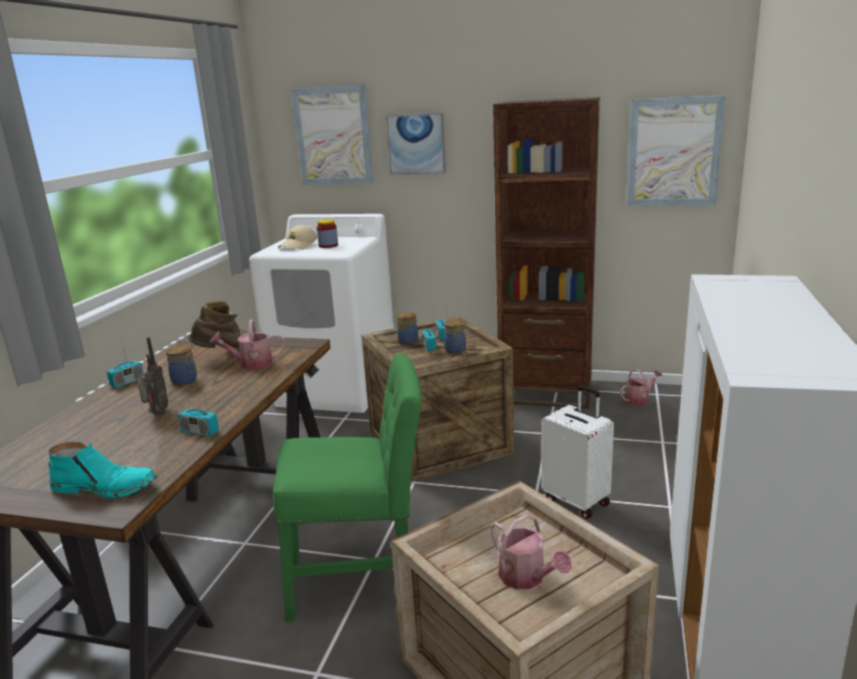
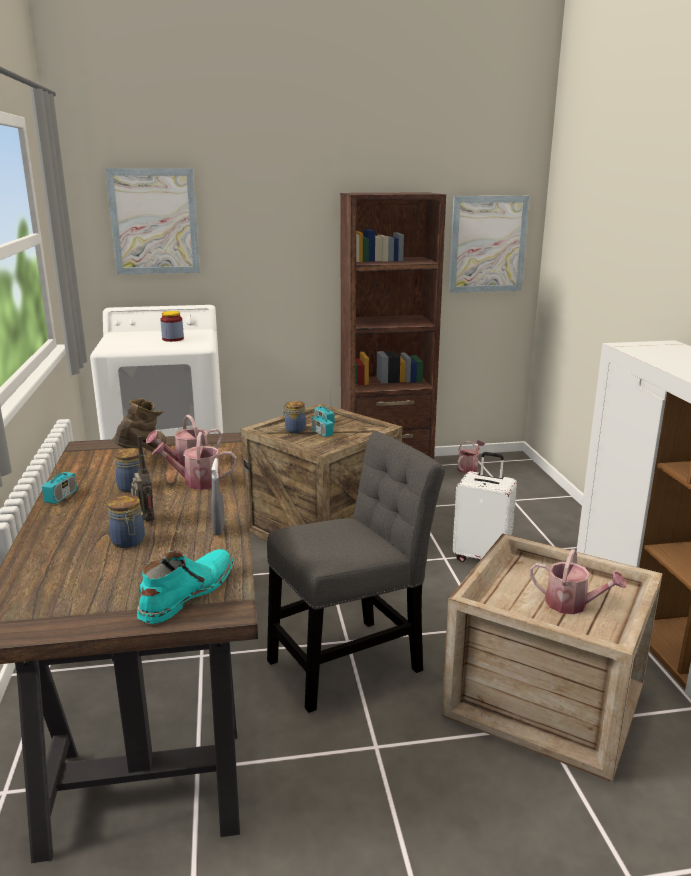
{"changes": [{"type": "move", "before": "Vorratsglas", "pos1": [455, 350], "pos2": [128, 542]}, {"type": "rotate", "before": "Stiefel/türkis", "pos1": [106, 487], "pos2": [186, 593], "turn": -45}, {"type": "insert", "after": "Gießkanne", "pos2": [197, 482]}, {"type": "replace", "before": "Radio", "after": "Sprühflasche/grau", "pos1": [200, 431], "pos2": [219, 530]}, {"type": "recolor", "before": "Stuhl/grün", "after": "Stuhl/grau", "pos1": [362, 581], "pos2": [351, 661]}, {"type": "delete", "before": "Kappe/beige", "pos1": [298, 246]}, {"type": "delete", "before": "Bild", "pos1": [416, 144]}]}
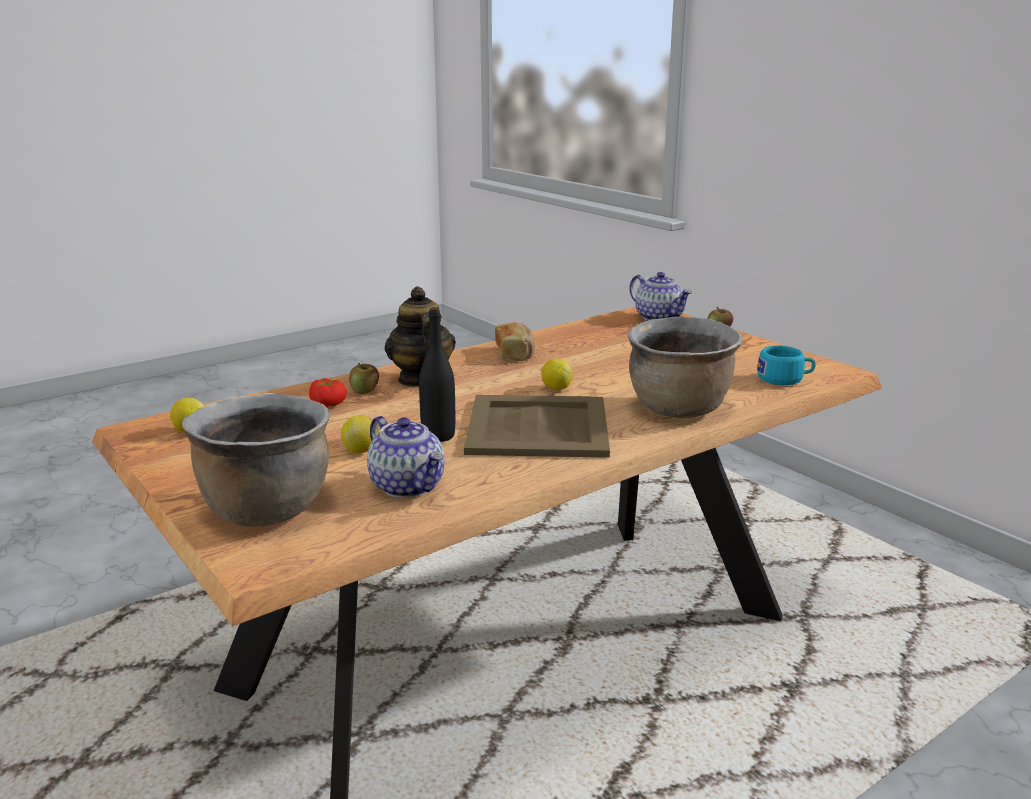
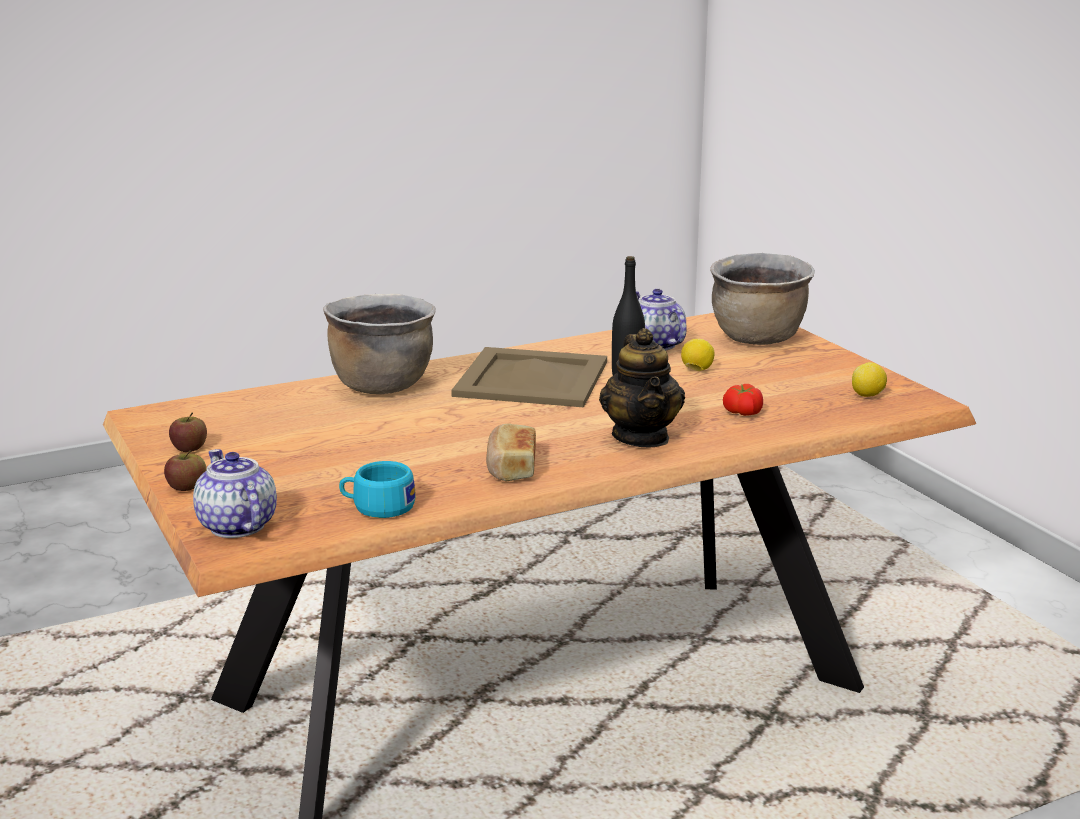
{"changes": [{"type": "move", "before": "Apfel", "pos1": [364, 391], "pos2": [189, 448]}, {"type": "move", "before": "Tasse/türkis", "pos1": [785, 379], "pos2": [377, 507]}, {"type": "delete", "before": "Zitrone", "pos1": [556, 388]}]}
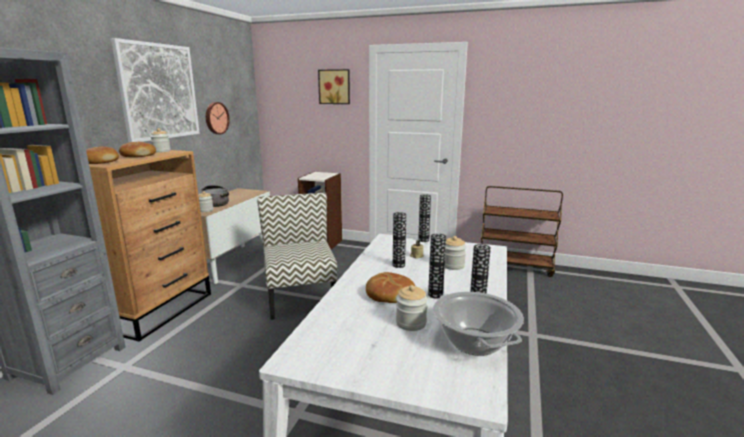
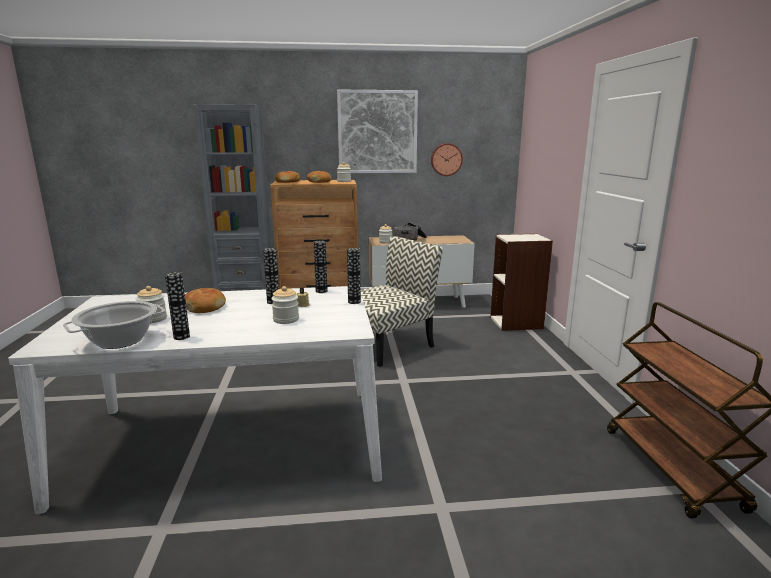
{"changes": [{"type": "move", "before": "Vase", "pos1": [435, 295], "pos2": [321, 291]}, {"type": "delete", "before": "Bild", "pos1": [335, 87]}]}
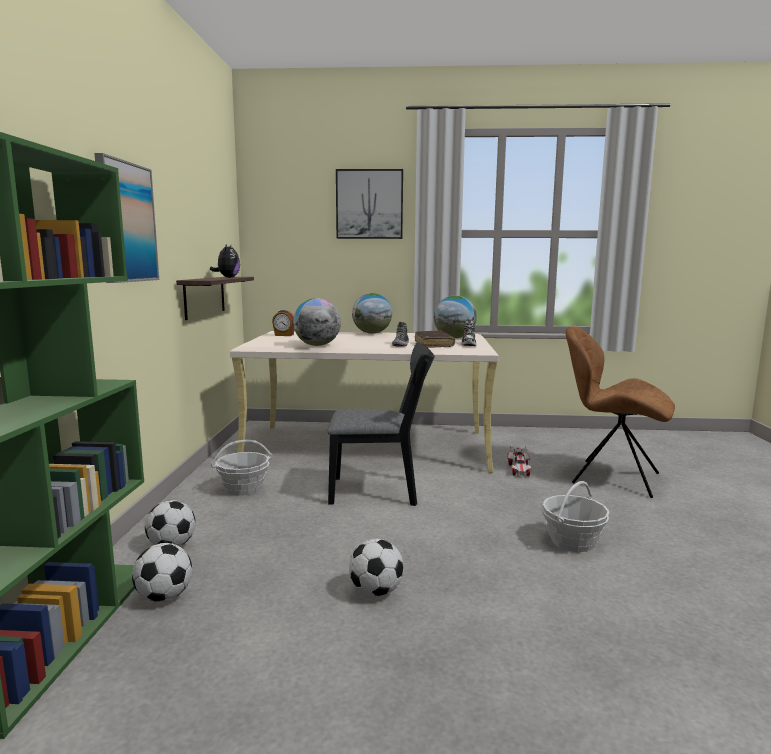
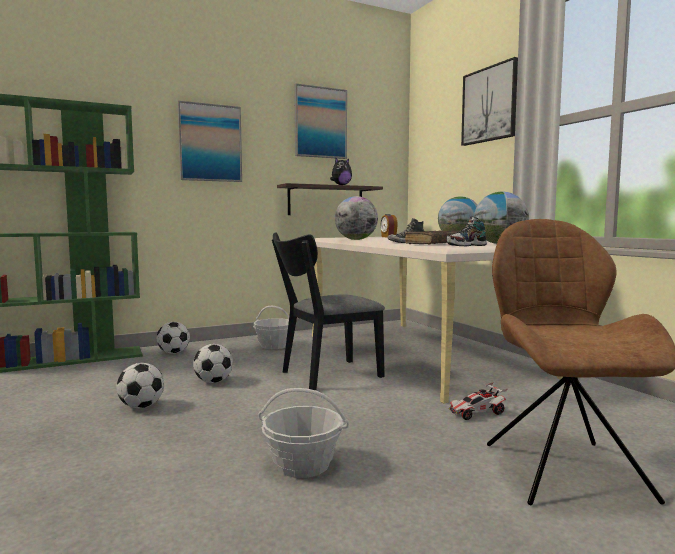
{"changes": [{"type": "move", "before": "Fußball", "pos1": [164, 597], "pos2": [214, 382]}, {"type": "rotate", "before": "Stuhl/schwarz", "pos1": [381, 491], "pos2": [325, 375], "turn": 90}, {"type": "insert", "after": "Bild", "pos2": [320, 122]}]}
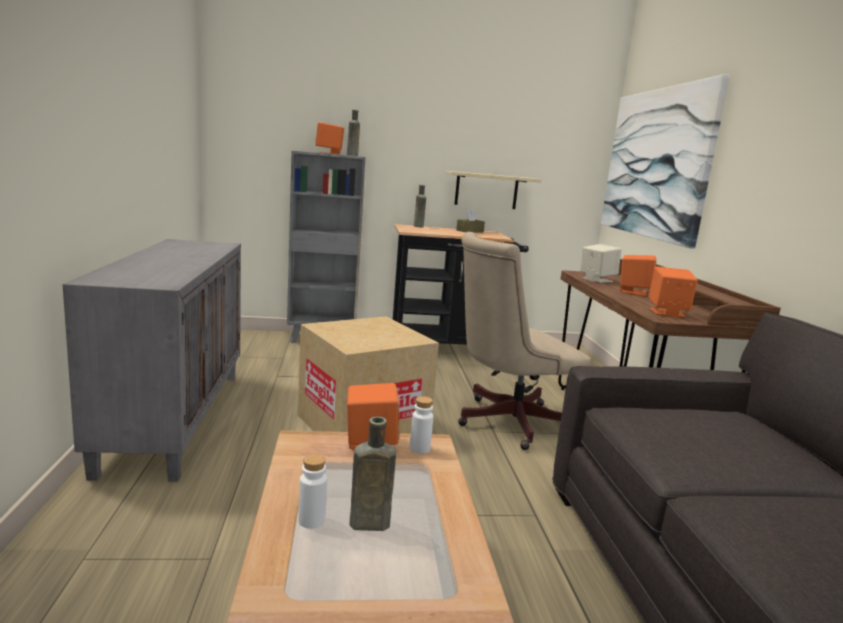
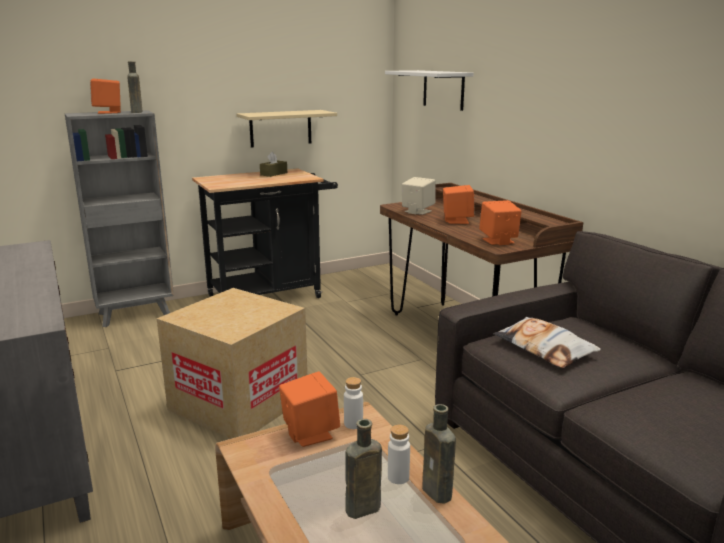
{"changes": [{"type": "replace", "before": "Bild", "after": "Wandregal/weiß", "pos1": [656, 163], "pos2": [443, 89]}, {"type": "move", "before": "Flasche/weiß", "pos1": [311, 520], "pos2": [398, 477]}, {"type": "move", "before": "Flasche/braun", "pos1": [418, 226], "pos2": [438, 493]}, {"type": "insert", "after": "Kissen", "pos2": [544, 348]}, {"type": "delete", "before": "Bürostuhl/beige", "pos1": [506, 422]}]}
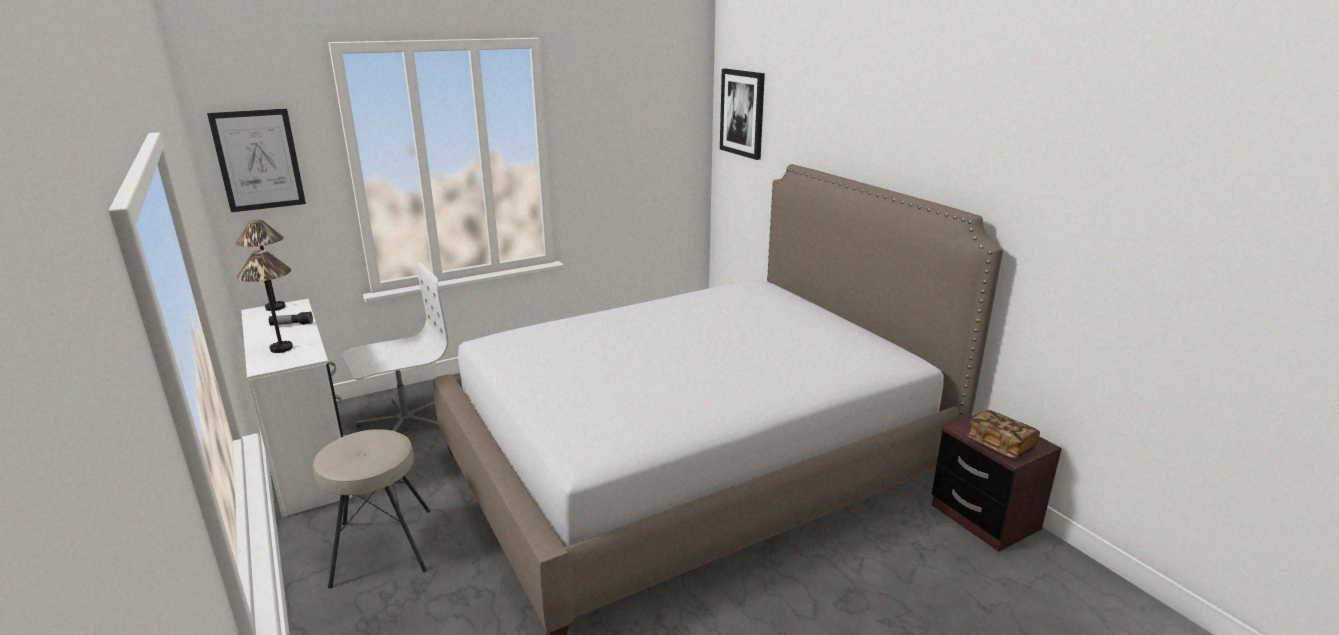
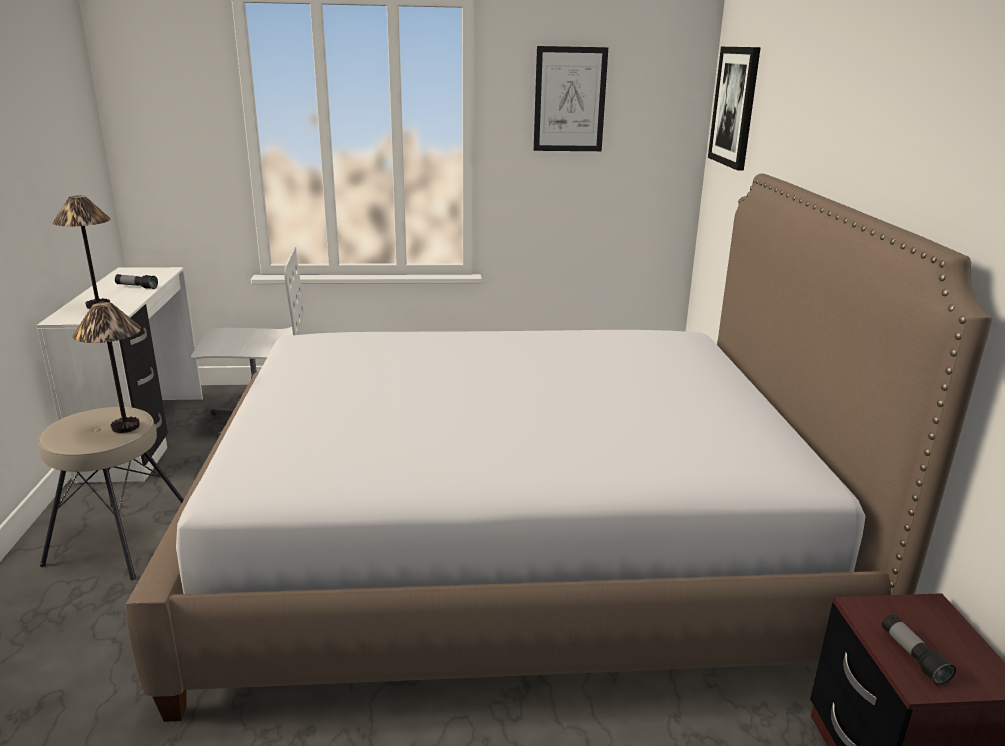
{"changes": [{"type": "move", "before": "Tischlampe", "pos1": [275, 307], "pos2": [125, 427]}, {"type": "move", "before": "Bild", "pos1": [258, 160], "pos2": [569, 100]}, {"type": "replace", "before": "Buch", "after": "Taschenlampe", "pos1": [1000, 445], "pos2": [913, 657]}]}
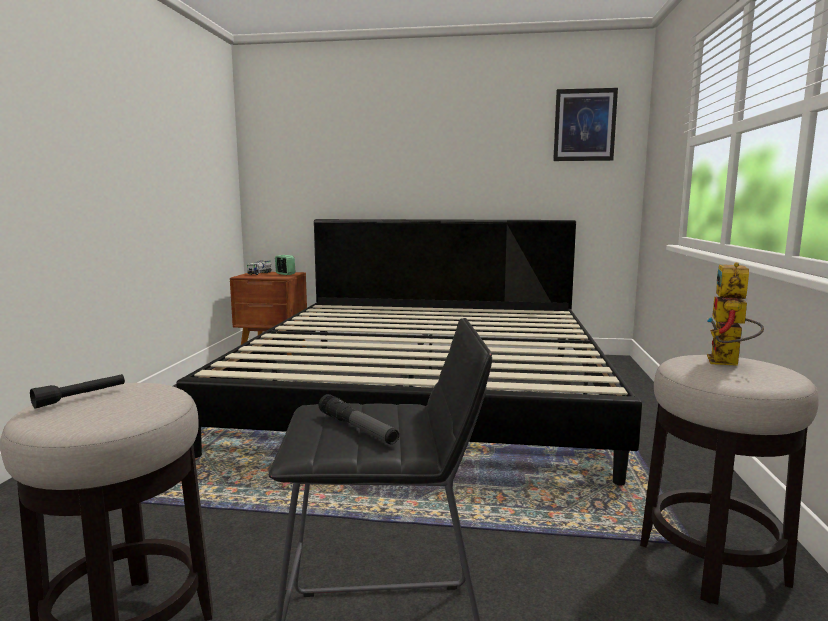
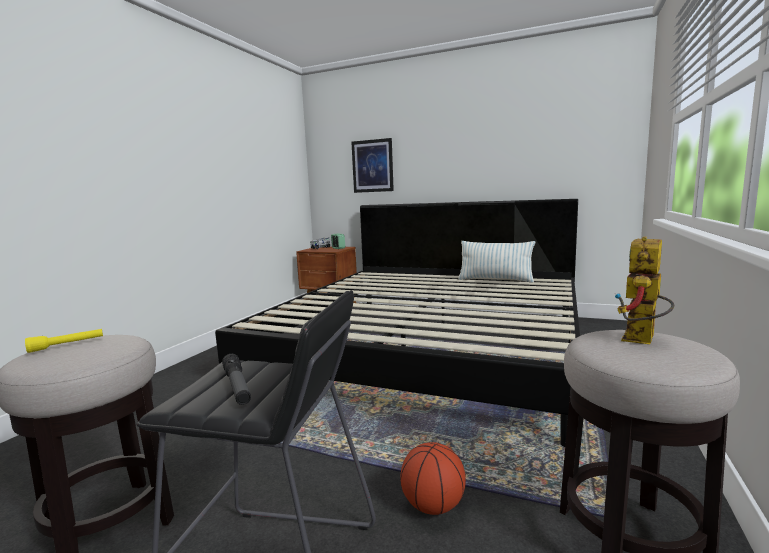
{"changes": [{"type": "recolor", "before": "Taschenlampe/schwarz", "after": "Taschenlampe/gelb", "pos1": [81, 397], "pos2": [67, 345]}, {"type": "move", "before": "Bild", "pos1": [584, 125], "pos2": [372, 166]}, {"type": "insert", "after": "Basketball", "pos2": [433, 506]}, {"type": "insert", "after": "Kissen", "pos2": [495, 280]}]}
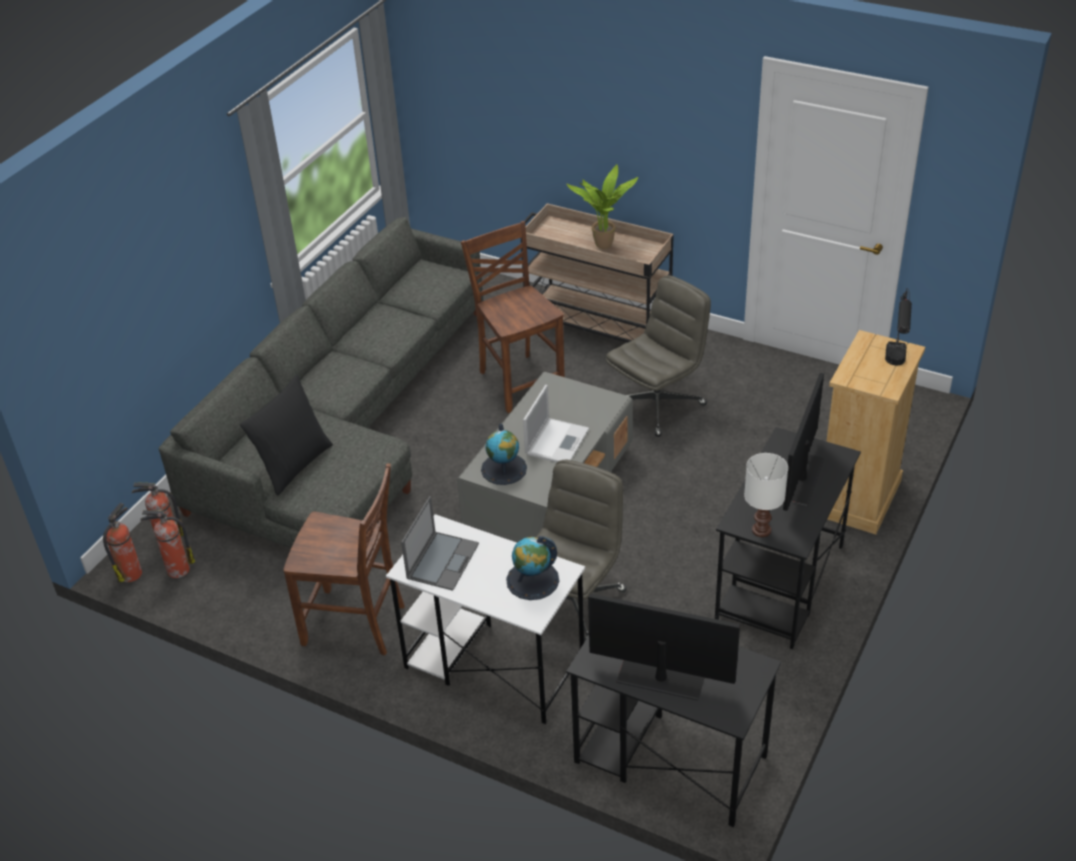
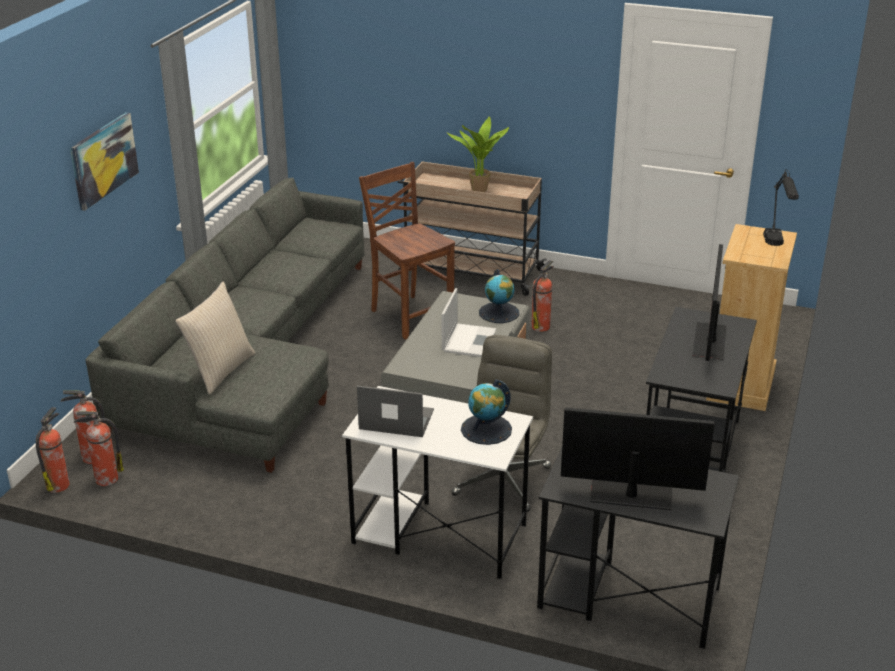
{"changes": [{"type": "insert", "after": "Bild", "pos2": [103, 160]}, {"type": "recolor", "before": "Kissen/schwarz", "after": "Kissen/beige", "pos1": [293, 465], "pos2": [220, 370]}, {"type": "rotate", "before": "Laptop", "pos1": [443, 560], "pos2": [395, 419], "turn": -90}, {"type": "move", "before": "Globus", "pos1": [504, 469], "pos2": [499, 312]}, {"type": "replace", "before": "Bürostuhl/grau", "after": "Feuerlöscher", "pos1": [657, 404], "pos2": [541, 326]}, {"type": "delete", "before": "Stuhl/braun", "pos1": [356, 624]}, {"type": "delete", "before": "Tischlampe/weiß", "pos1": [761, 530]}]}
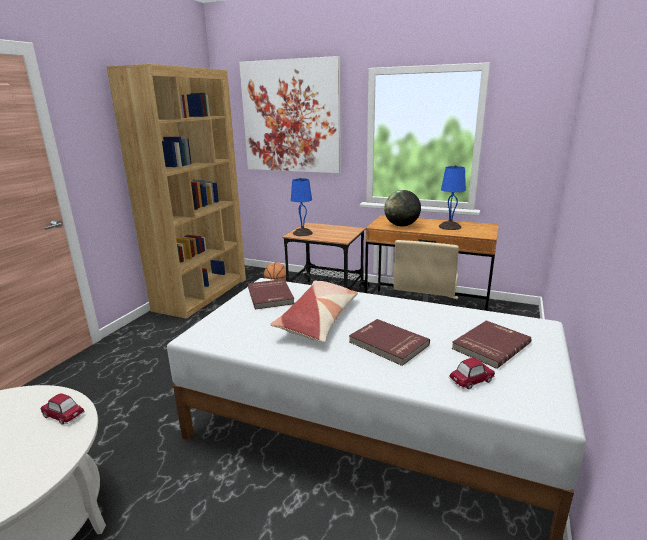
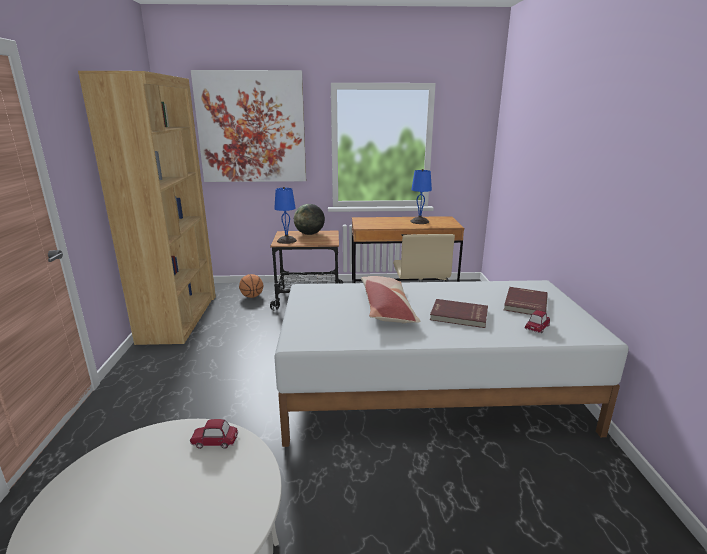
{"changes": [{"type": "move", "before": "Globus", "pos1": [401, 225], "pos2": [309, 234]}, {"type": "delete", "before": "Buch/rot", "pos1": [271, 296]}]}
